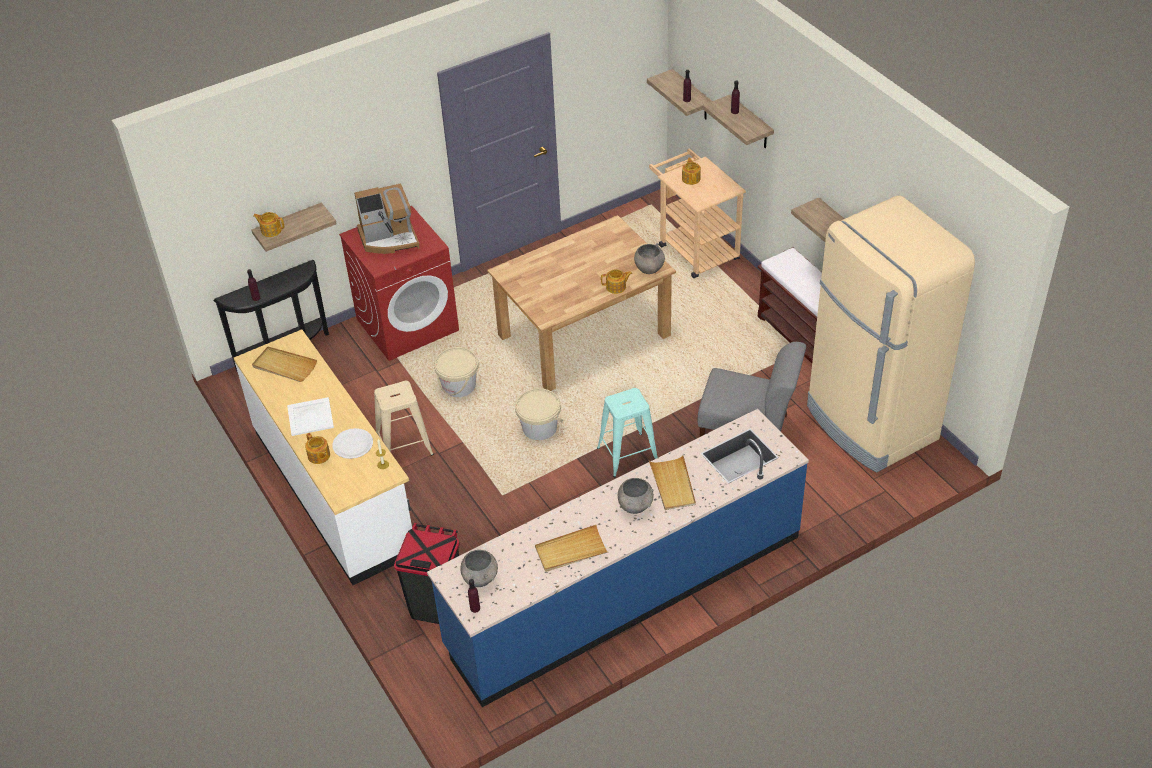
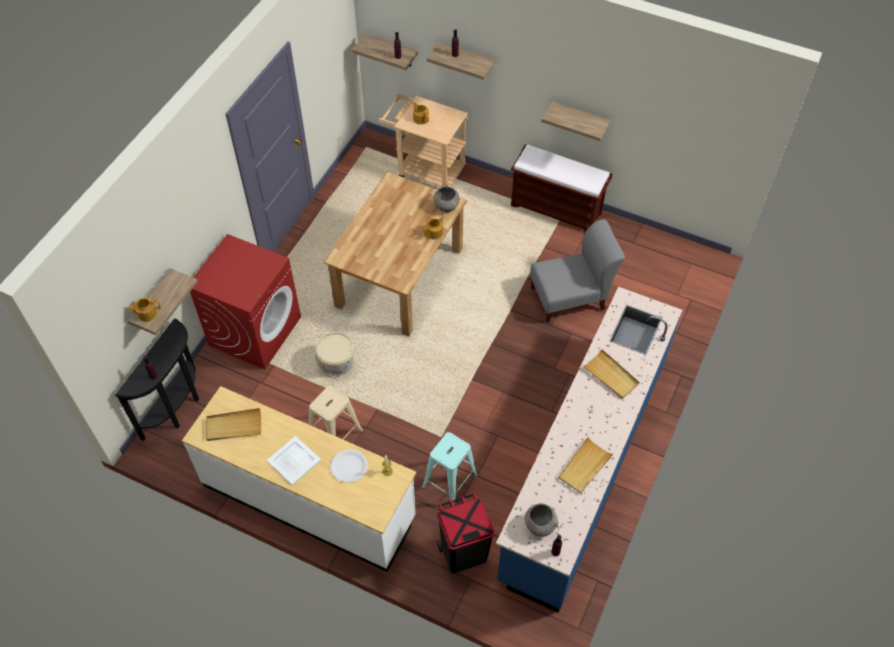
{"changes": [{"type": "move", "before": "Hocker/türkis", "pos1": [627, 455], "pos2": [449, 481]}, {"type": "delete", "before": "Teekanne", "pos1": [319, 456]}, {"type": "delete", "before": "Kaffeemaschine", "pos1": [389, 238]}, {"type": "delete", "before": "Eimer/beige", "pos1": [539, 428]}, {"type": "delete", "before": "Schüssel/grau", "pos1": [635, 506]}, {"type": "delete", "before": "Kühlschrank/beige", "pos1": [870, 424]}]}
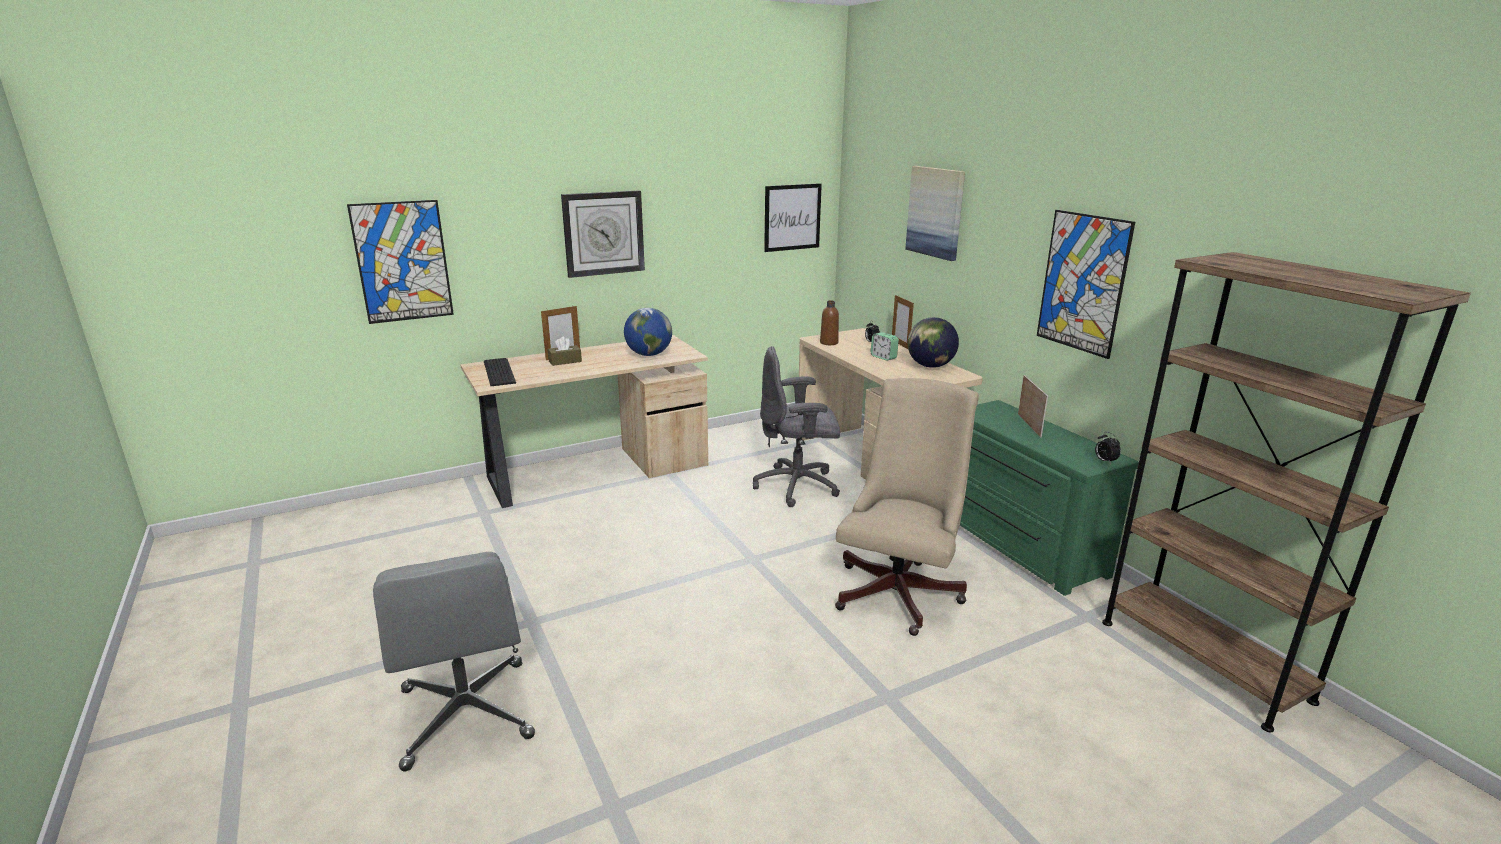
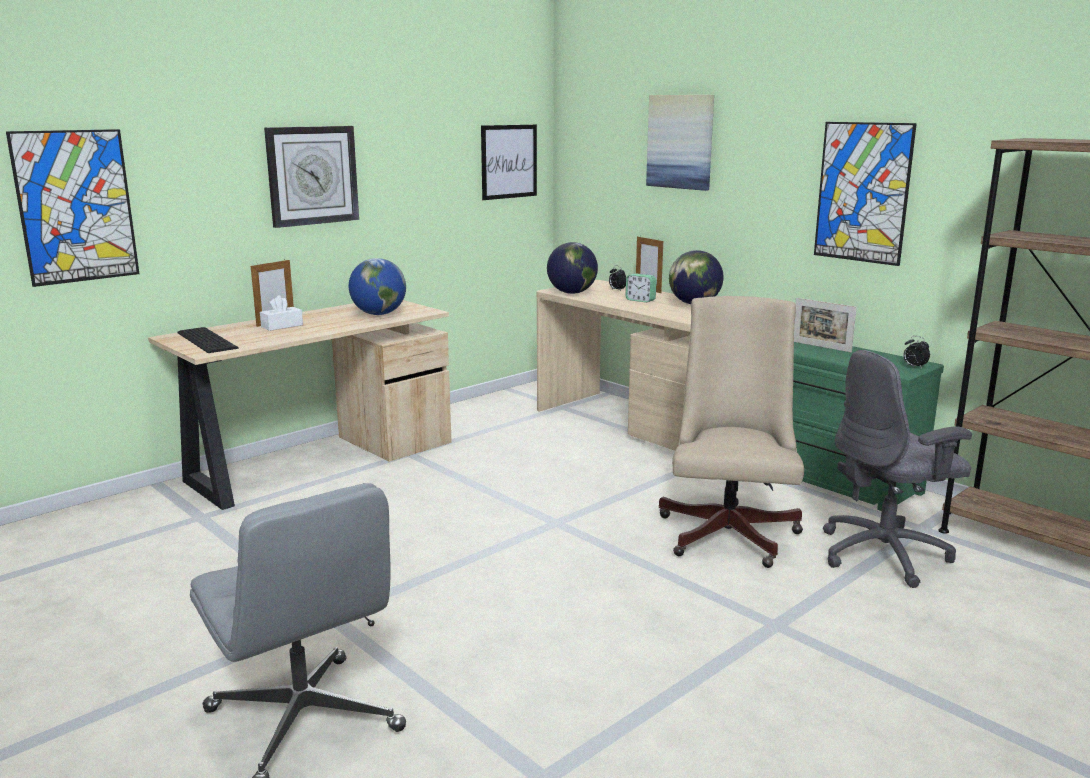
{"changes": [{"type": "recolor", "before": "Taschentuchbox/braun", "after": "Taschentuchbox/weiß", "pos1": [565, 361], "pos2": [282, 326]}, {"type": "replace", "before": "Flasche/braun", "after": "Globus", "pos1": [829, 343], "pos2": [572, 293]}, {"type": "rotate", "before": "Bilderrahmen", "pos1": [1029, 425], "pos2": [821, 346], "turn": 150}, {"type": "move", "before": "Bürostuhl/grau", "pos1": [798, 486], "pos2": [885, 555]}]}
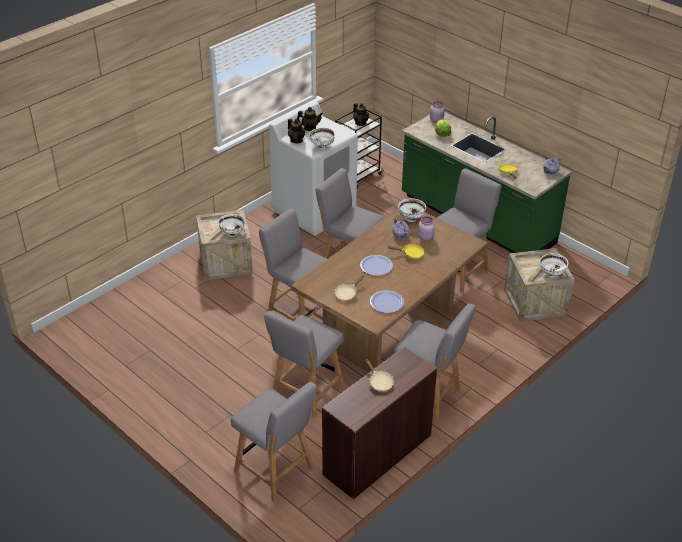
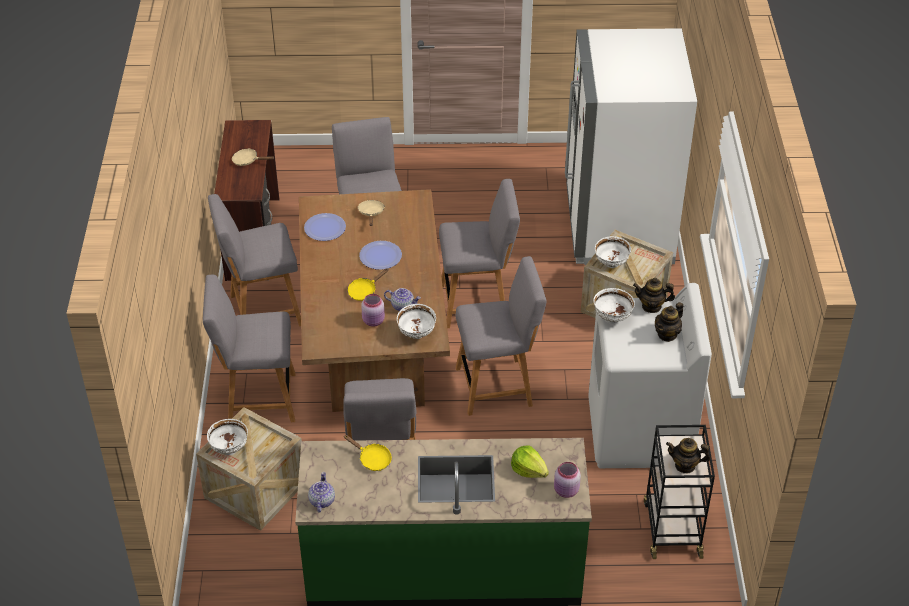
{"changes": [{"type": "move", "before": "Stuhl/grau", "pos1": [276, 471], "pos2": [257, 399]}, {"type": "insert", "after": "Kühlschrank/weiß", "pos2": [618, 226]}]}
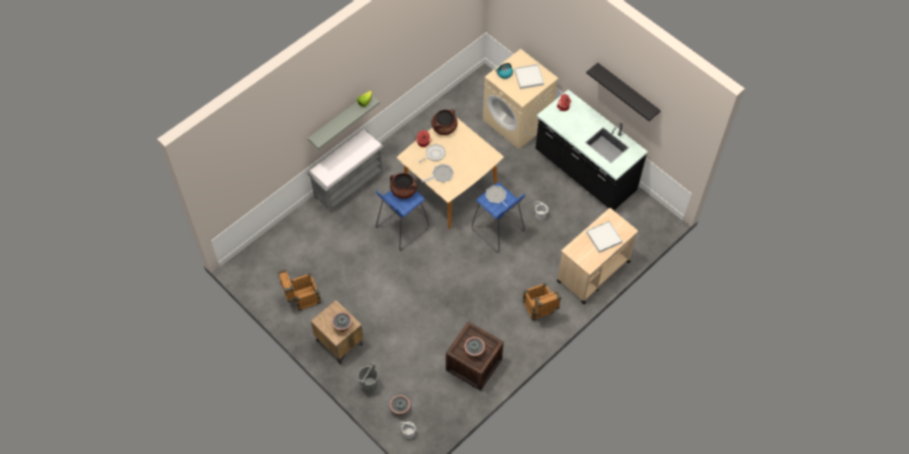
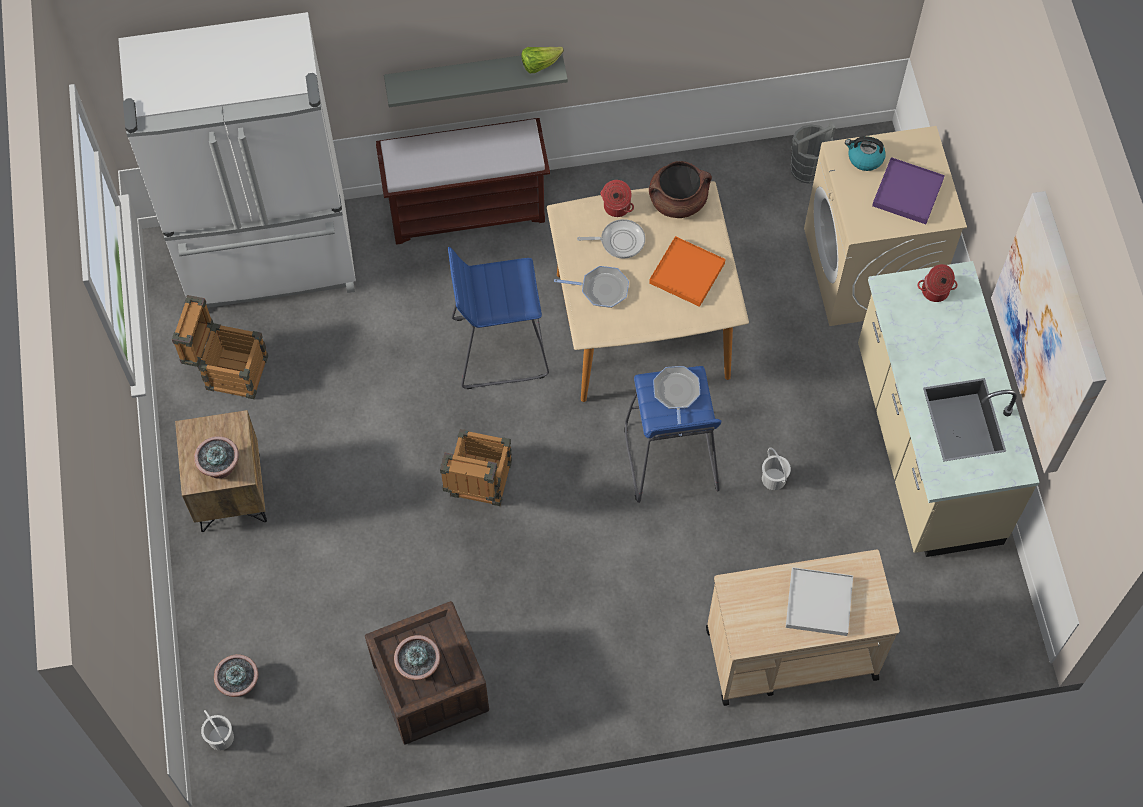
{"changes": [{"type": "insert", "after": "Kühlschrank/weiß", "pos2": [271, 261]}, {"type": "recolor", "before": "Bank/grau", "after": "Bank/braun", "pos1": [349, 184], "pos2": [468, 209]}, {"type": "move", "before": "Kiste", "pos1": [539, 310], "pos2": [478, 486]}, {"type": "insert", "after": "Tablett/orange", "pos2": [687, 273]}, {"type": "move", "before": "Eimer/grau", "pos1": [369, 386], "pos2": [807, 169]}, {"type": "recolor", "before": "Küchenzeile/schwarz", "after": "Küchenzeile/beige", "pos1": [584, 172], "pos2": [925, 446]}, {"type": "recolor", "before": "Tablett/weiß", "after": "Tablett/lila", "pos1": [529, 77], "pos2": [907, 193]}, {"type": "replace", "before": "Wandregal/schwarz", "after": "Bild", "pos1": [627, 92], "pos2": [1051, 334]}, {"type": "delete", "before": "Kochtopf/braun", "pos1": [403, 191]}]}
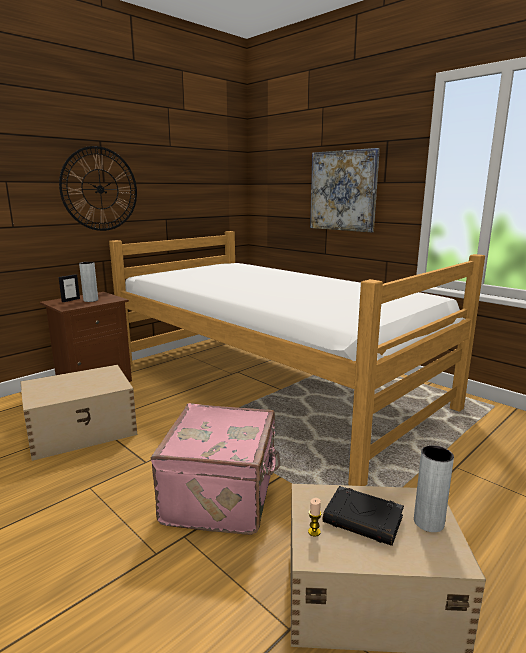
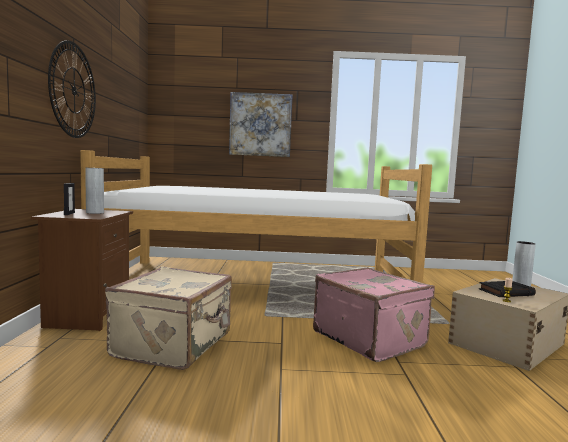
{"changes": [{"type": "replace", "before": "Aufbewahrungsbox/beige", "after": "Koffer/beige", "pos1": [83, 430], "pos2": [175, 345]}]}
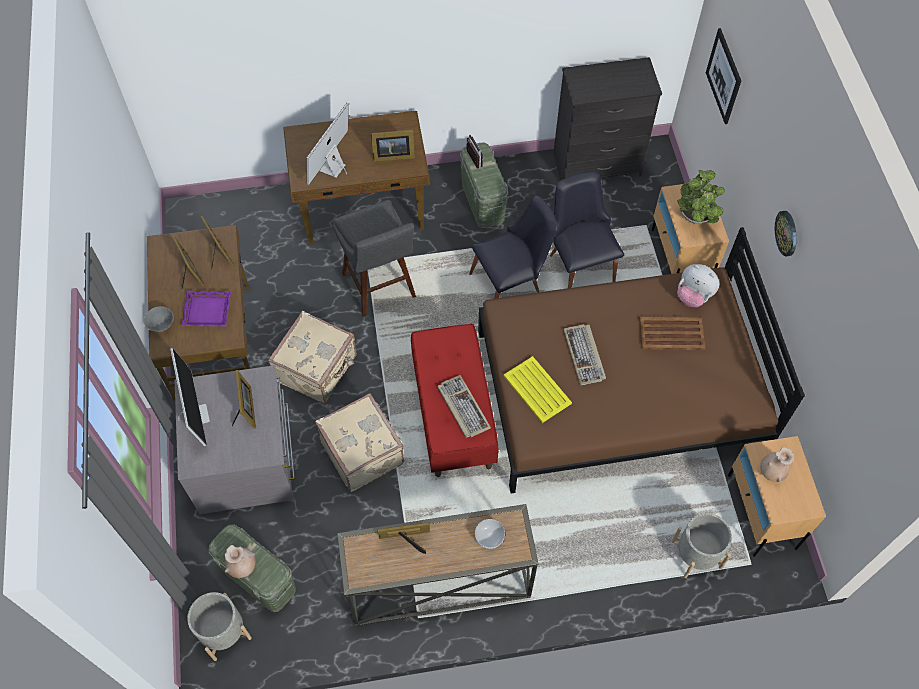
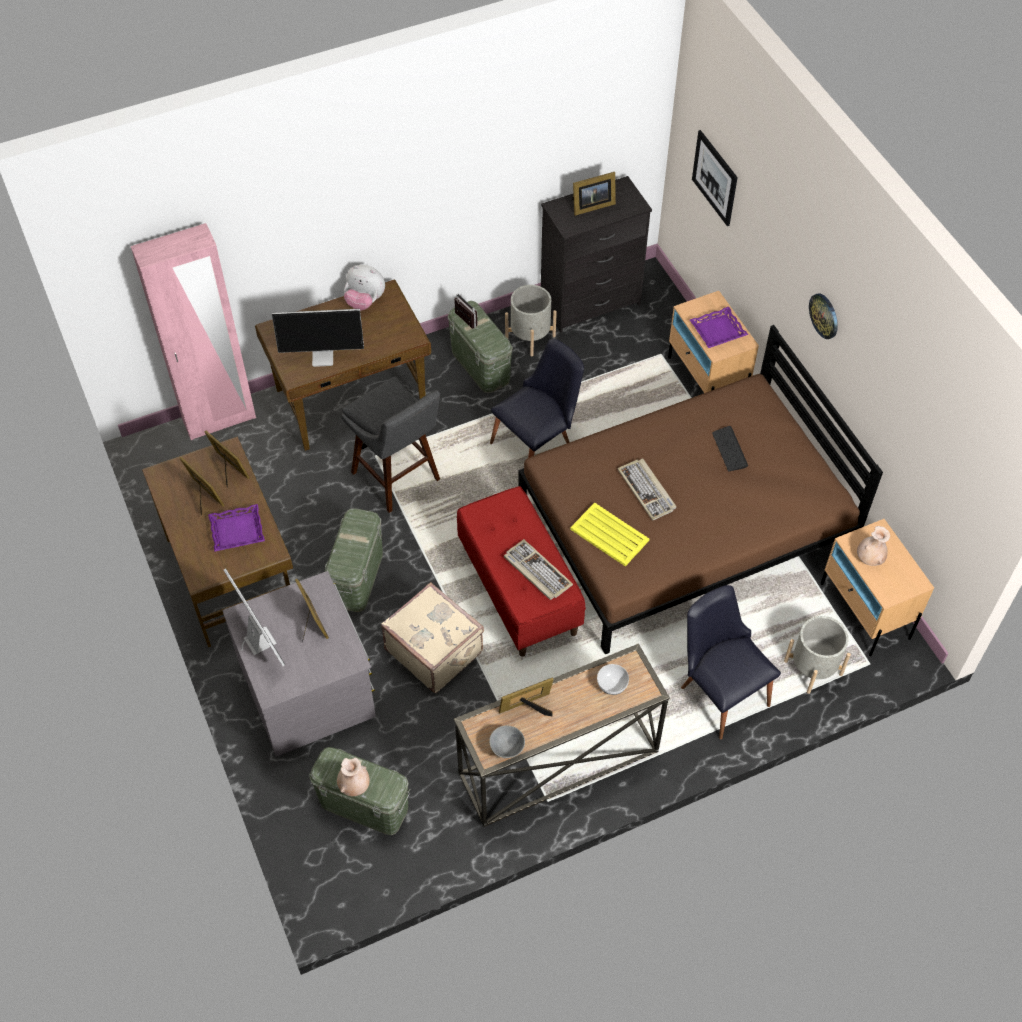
{"changes": [{"type": "insert", "after": "Kleiderschrank/rosa", "pos2": [219, 420]}, {"type": "rotate", "before": "Monitor", "pos1": [332, 168], "pos2": [323, 357], "turn": -105}, {"type": "replace", "before": "Koffer/beige", "after": "Aufbewahrungsbox/grün", "pos1": [318, 369], "pos2": [357, 577]}, {"type": "move", "before": "Plüschtier", "pos1": [693, 296], "pos2": [365, 301]}, {"type": "move", "before": "Schüssel/grau", "pos1": [162, 326], "pos2": [507, 749]}, {"type": "move", "before": "Pflanzkübel/grau", "pos1": [224, 632], "pos2": [530, 337]}, {"type": "move", "before": "Bilderrahmen", "pos1": [392, 155], "pos2": [591, 206]}, {"type": "move", "before": "Stuhl/schwarz", "pos1": [579, 263], "pos2": [719, 690]}, {"type": "replace", "before": "Topfpflanze", "after": "Tablett/lila", "pos1": [695, 218], "pos2": [717, 330]}, {"type": "replace", "before": "Tablett/braun", "after": "Tastatur", "pos1": [672, 334], "pos2": [729, 449]}]}
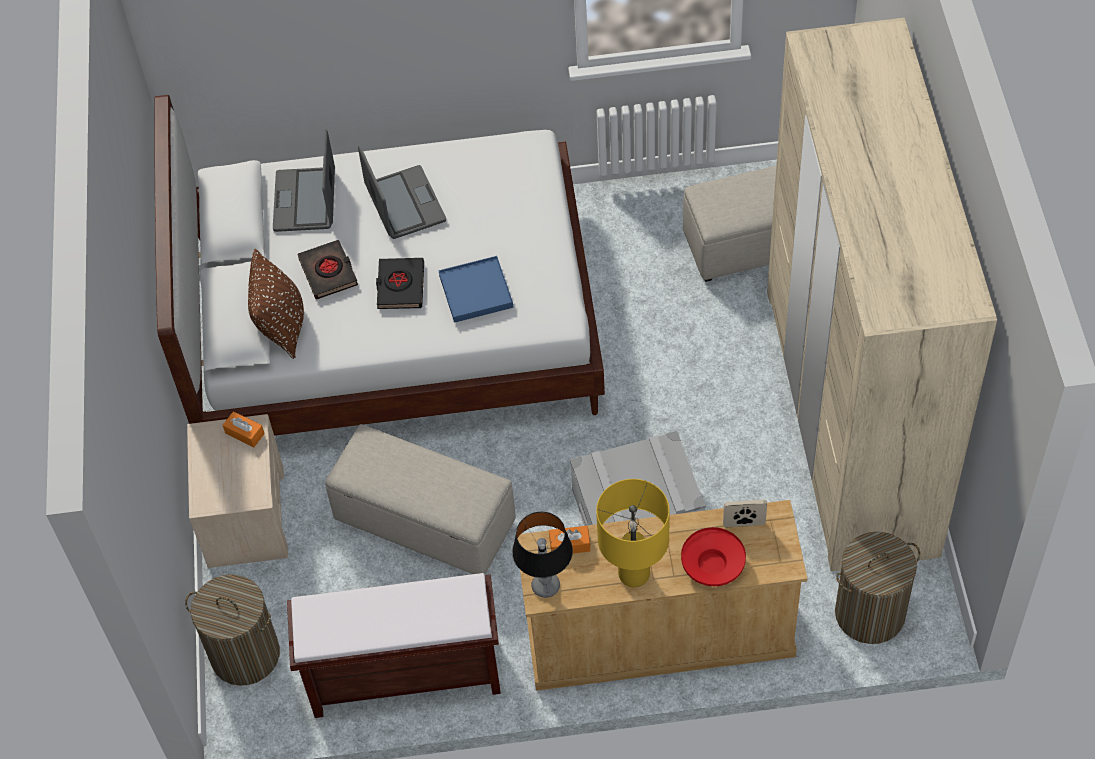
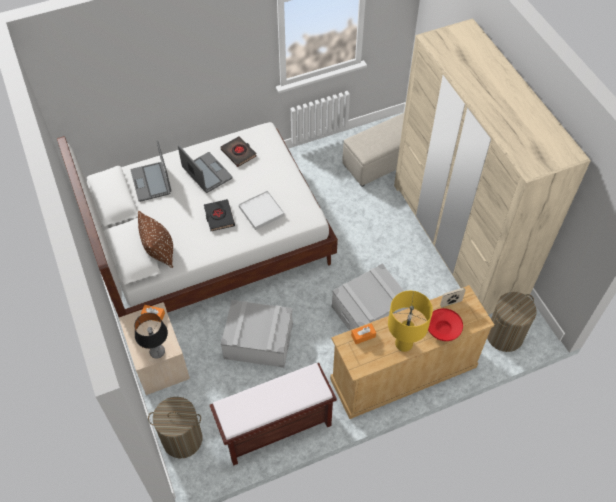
{"changes": [{"type": "move", "before": "Tischlampe", "pos1": [546, 586], "pos2": [157, 352]}, {"type": "move", "before": "Buch/schwarz", "pos1": [328, 272], "pos2": [238, 153]}, {"type": "replace", "before": "Polsterhocker/beige", "after": "Aufbewahrungsbox/grau", "pos1": [424, 521], "pos2": [258, 341]}, {"type": "recolor", "before": "Tablett/blau", "after": "Tablett/weiß", "pos1": [476, 291], "pos2": [261, 211]}]}
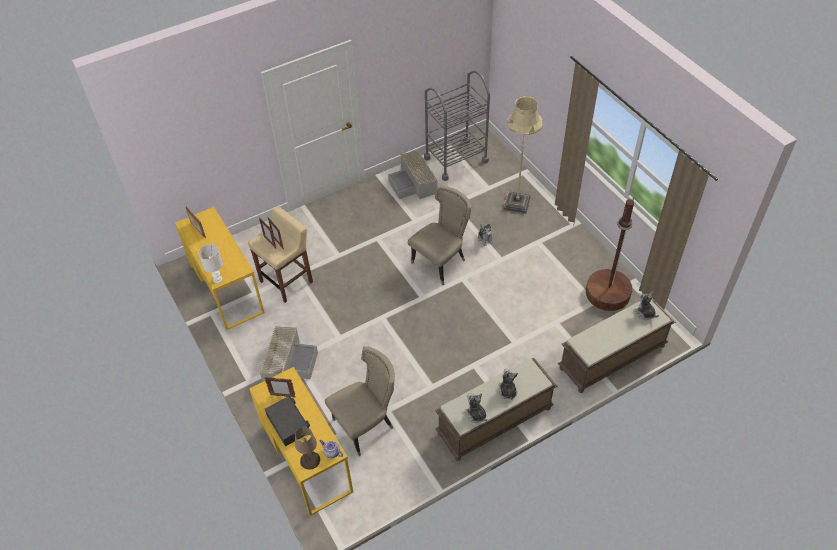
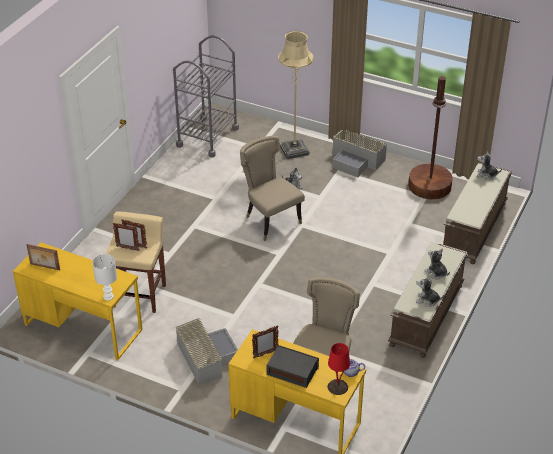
{"changes": [{"type": "rotate", "before": "Stuhl/beige", "pos1": [441, 262], "pos2": [270, 220], "turn": -45}, {"type": "recolor", "before": "Tischlampe/beige", "after": "Tischlampe/rot", "pos1": [310, 460], "pos2": [337, 387]}, {"type": "move", "before": "Aufbewahrungsbox/grau", "pos1": [414, 183], "pos2": [356, 160]}]}
